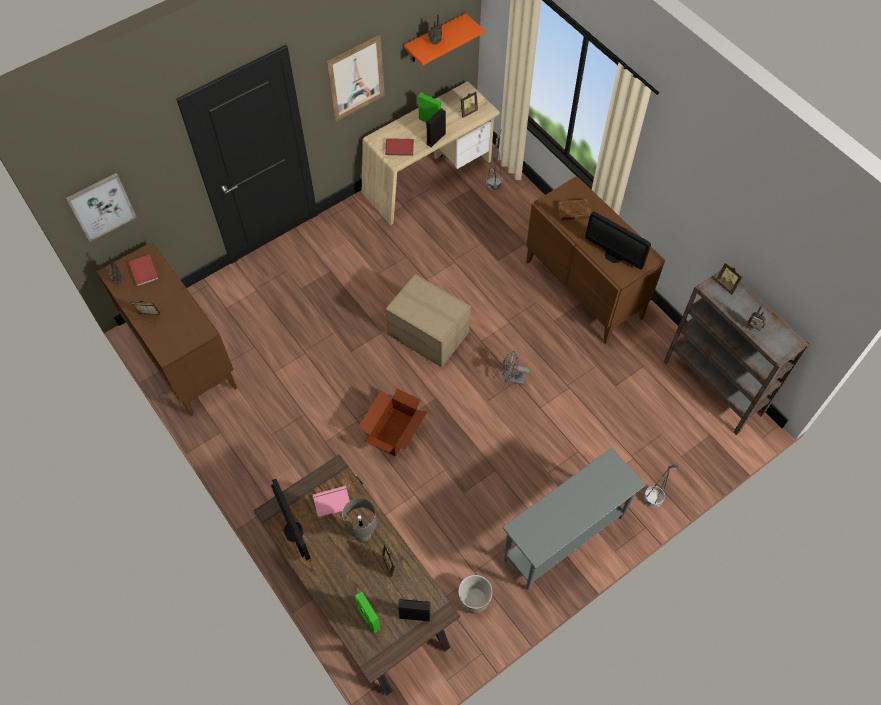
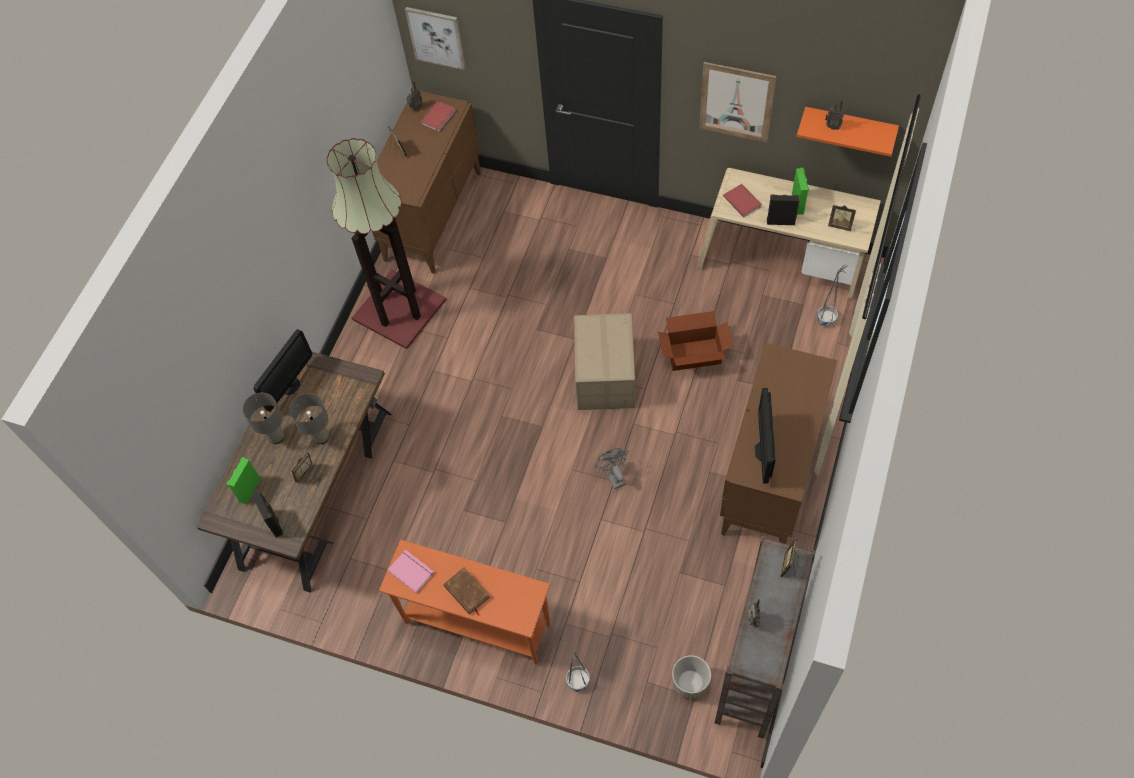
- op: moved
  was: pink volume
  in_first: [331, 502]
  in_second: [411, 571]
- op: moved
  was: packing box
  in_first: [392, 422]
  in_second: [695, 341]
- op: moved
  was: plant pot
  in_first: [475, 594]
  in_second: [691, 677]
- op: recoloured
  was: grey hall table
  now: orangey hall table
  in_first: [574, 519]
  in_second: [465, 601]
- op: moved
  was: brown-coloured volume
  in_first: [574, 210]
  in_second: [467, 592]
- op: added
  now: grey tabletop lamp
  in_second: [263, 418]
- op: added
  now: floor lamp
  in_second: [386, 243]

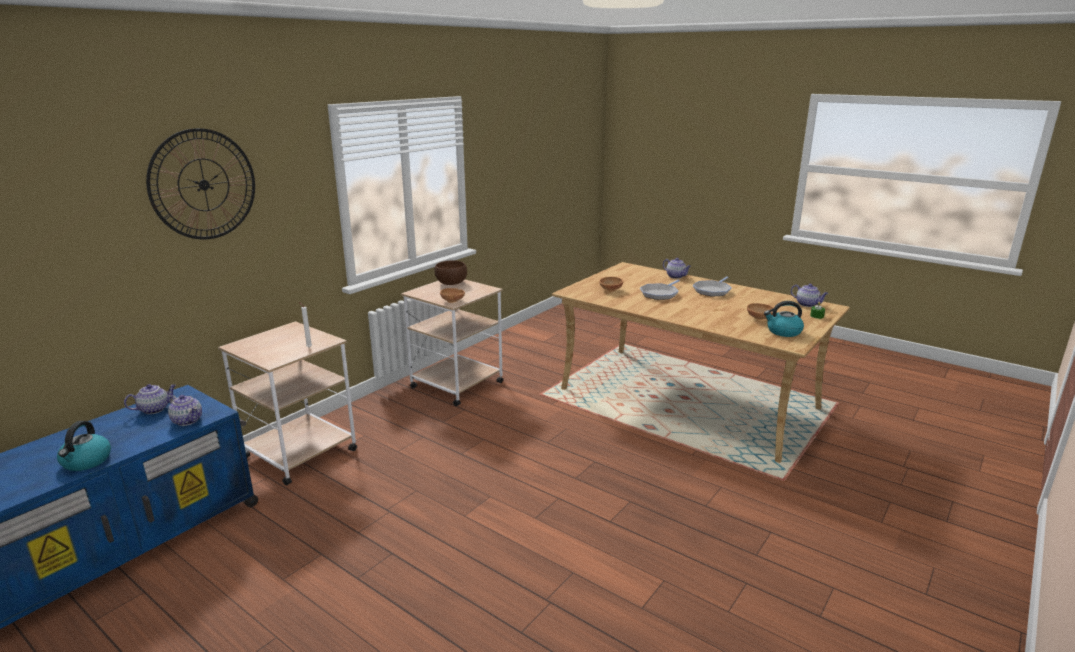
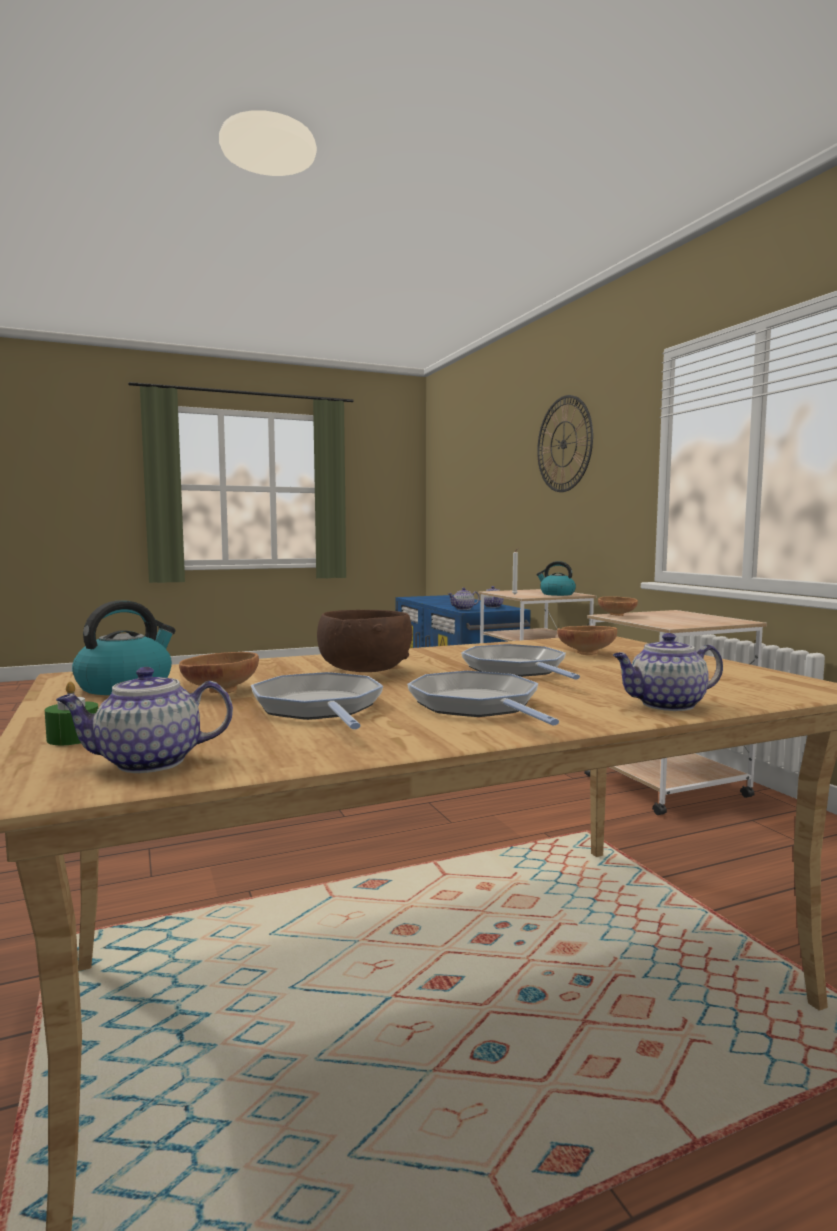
- op: moved
  was: tea kettle
  in_first: [84, 446]
  in_second: [556, 578]
- op: moved
  was: brown-coloured serving bowl
  in_first: [451, 272]
  in_second: [365, 641]
- op: added
  now: pan
  in_second: [317, 700]

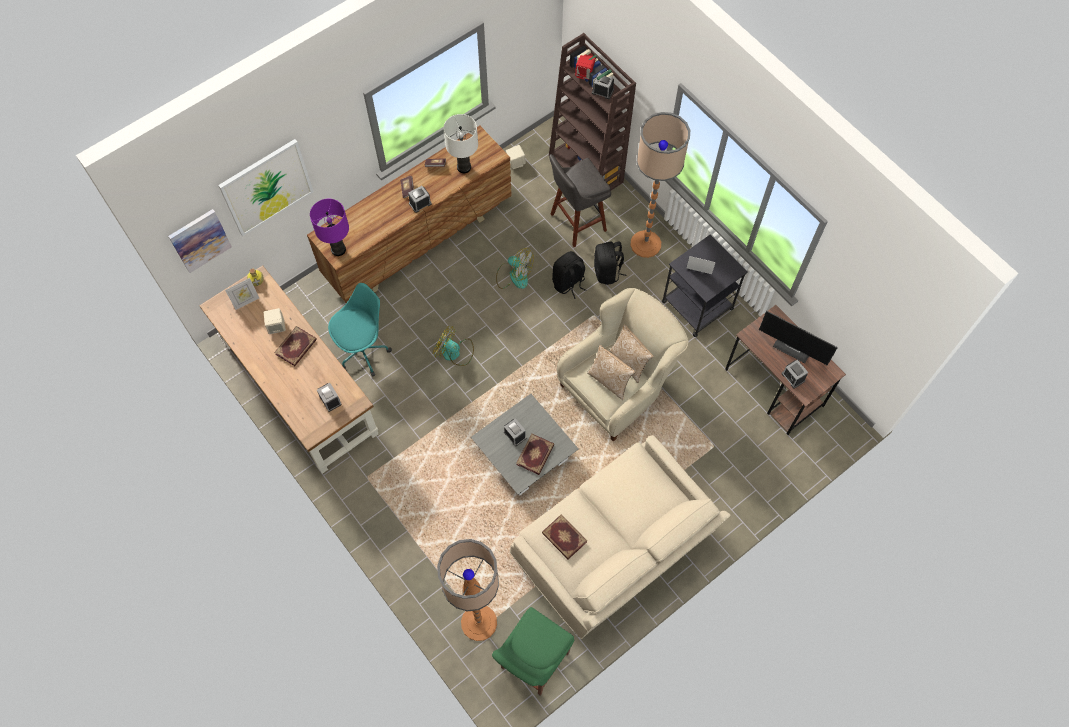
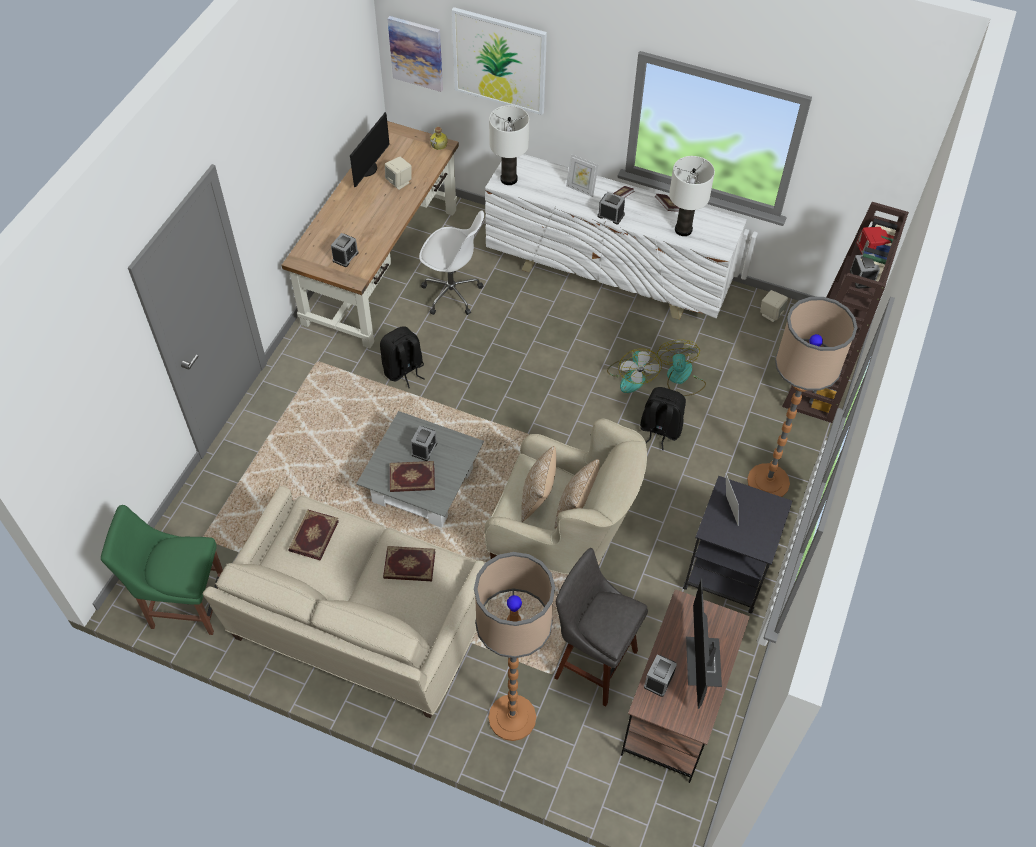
- op: moved
  was: photo frame
  in_first: [242, 294]
  in_second: [582, 175]
- op: moved
  was: volume
  in_first: [295, 346]
  in_second: [409, 563]
- op: recoloured
  was: brown-coloured cupboard
  now: white-coloured cupboard
  in_first: [409, 214]
  in_second: [616, 237]
- op: recoloured
  was: purplish tabletop lamp
  now: white-coloured tabletop lamp
  in_first: [329, 227]
  in_second: [509, 145]
- op: recoloured
  was: blue-green desk chair
  now: white-coloured desk chair
  in_first: [360, 330]
  in_second: [451, 263]
- op: moved
  was: cooling fan
  in_first: [453, 346]
  in_second: [681, 368]
- op: moved
  was: floor lamp
  in_first: [468, 590]
  in_second: [514, 646]
- op: moved
  was: grey stool
  in_first: [580, 200]
  in_second: [601, 627]
- op: moved
  was: blackish backpack
  in_first: [610, 263]
  in_second: [402, 357]
- op: added
  now: monitor
  in_second: [370, 149]

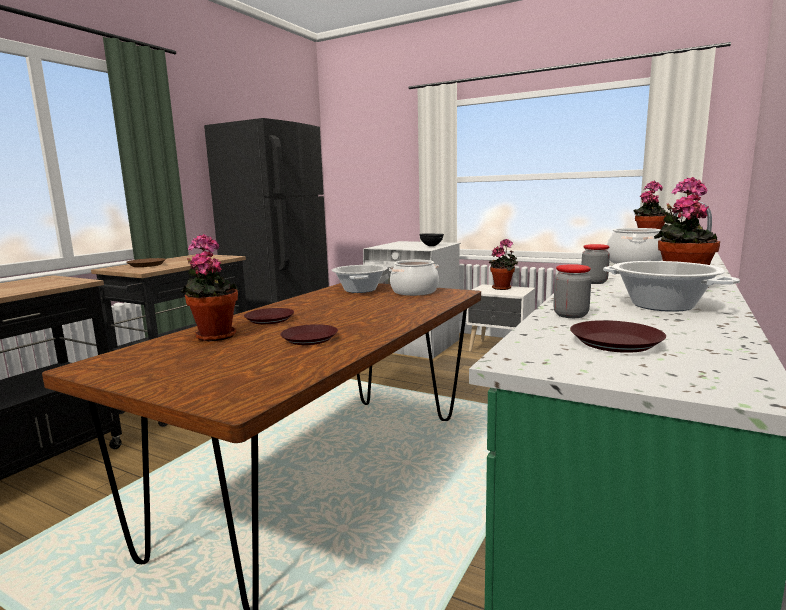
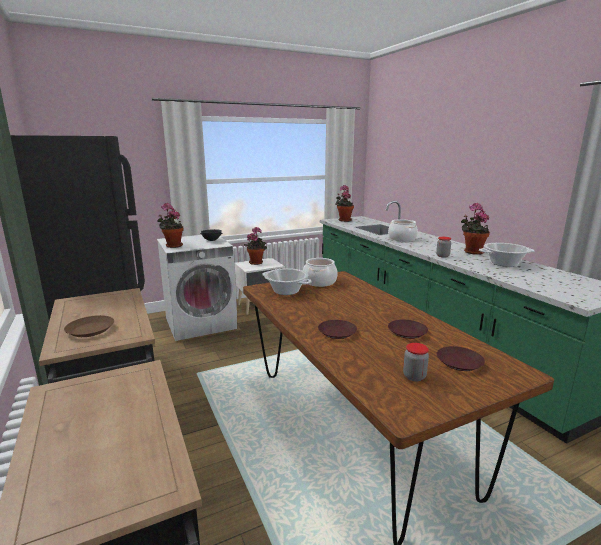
- op: moved
  was: potted plant
  in_first: [209, 287]
  in_second: [170, 225]
- op: moved
  was: jar
  in_first: [572, 291]
  in_second: [416, 362]
- op: moved
  was: brown-coloured plate
  in_first: [618, 336]
  in_second: [461, 358]

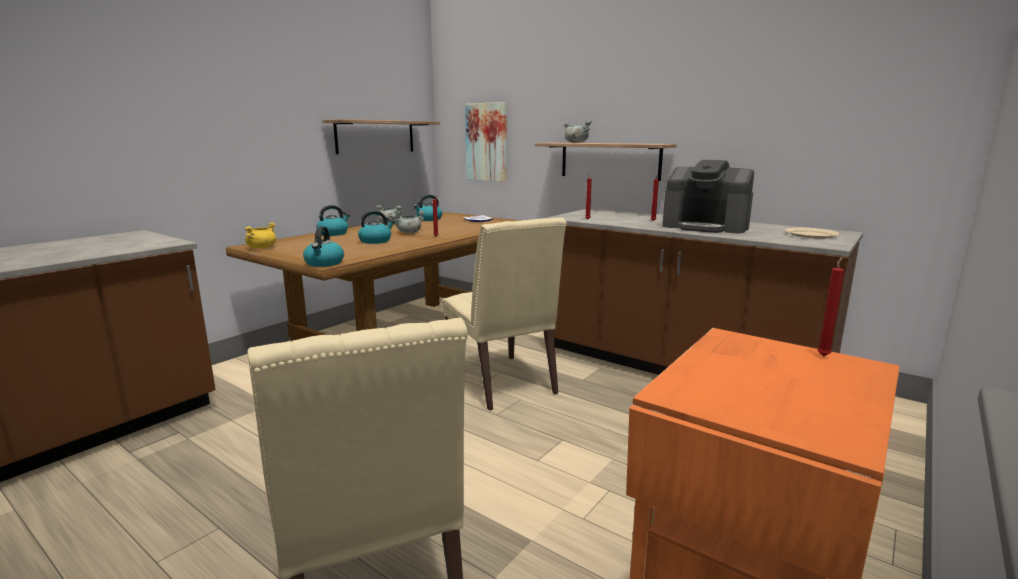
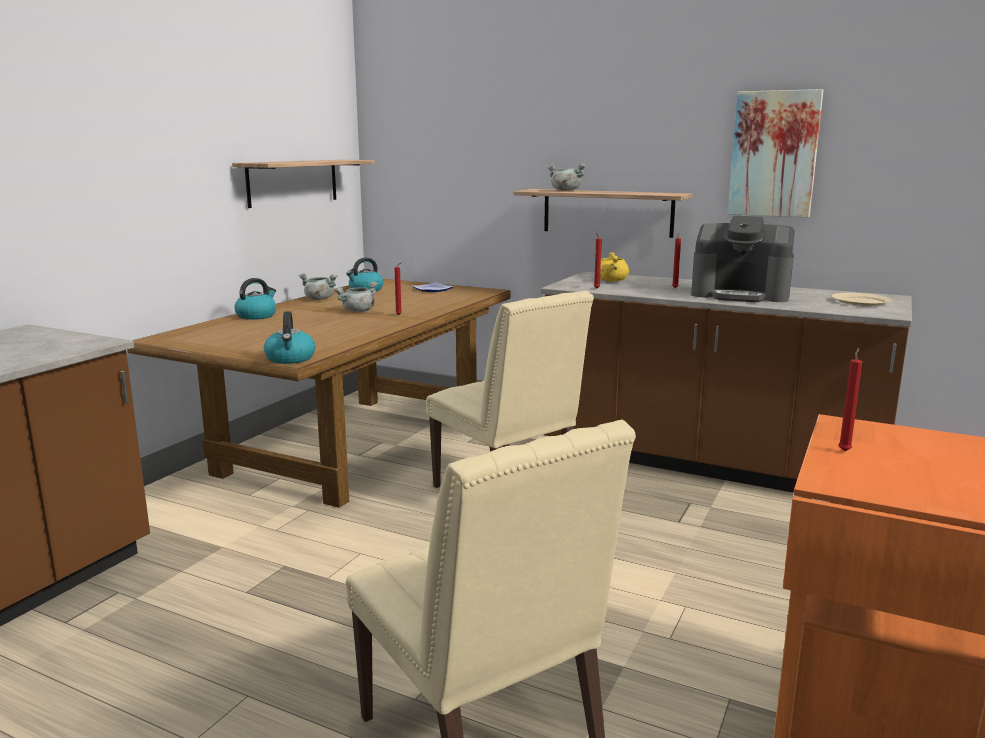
- op: moved
  was: yellow cooking pot
  in_first: [260, 235]
  in_second: [614, 267]
- op: removed
  was: tea kettle
  in_first: [376, 227]
- op: moved
  was: picture
  in_first: [486, 142]
  in_second: [776, 153]
- op: moved
  was: reddish wax candle
  in_first: [830, 307]
  in_second: [850, 400]

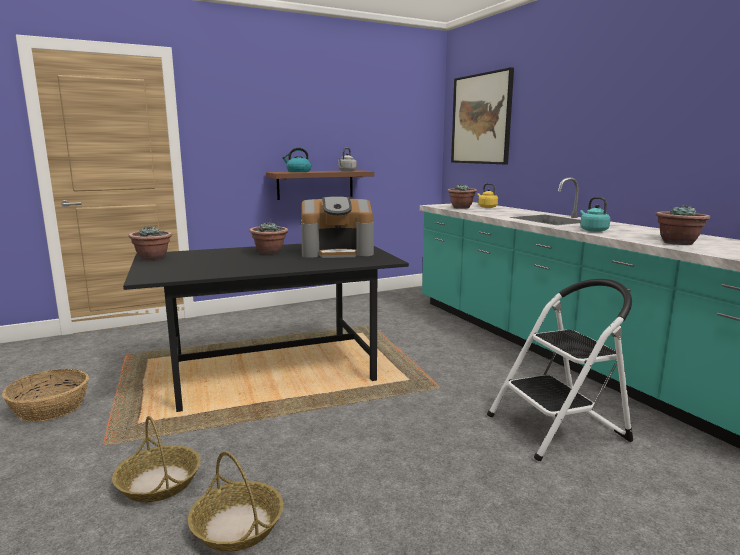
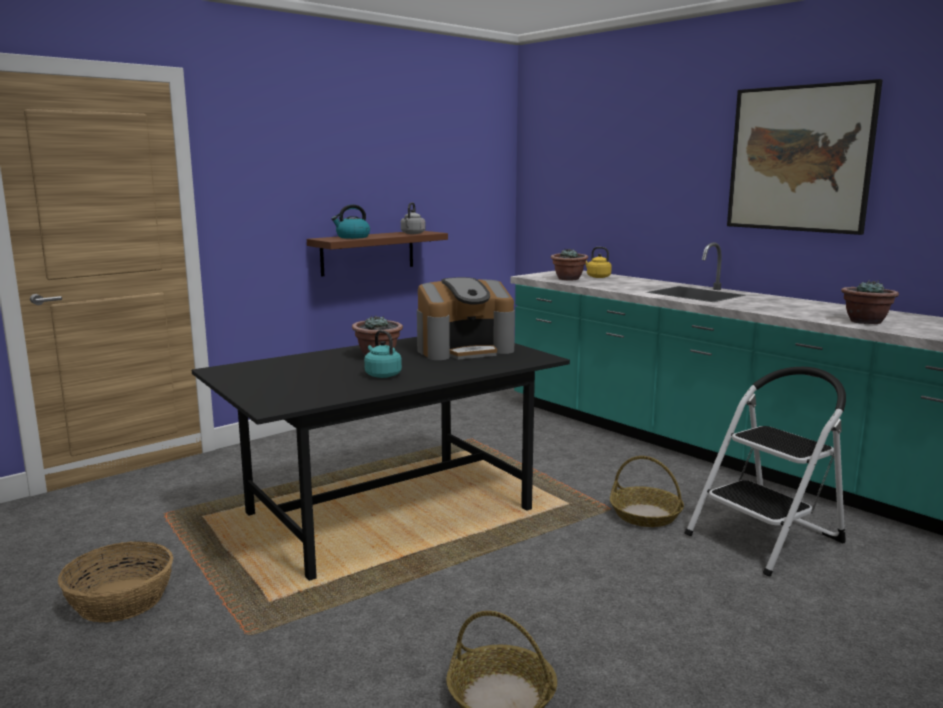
- op: moved
  was: basket
  in_first: [156, 459]
  in_second: [647, 491]
- op: removed
  was: potted plant
  in_first: [150, 243]
- op: moved
  was: picture
  in_first: [482, 115]
  in_second: [805, 157]
- op: moved
  was: blue-green tea kettle
  in_first: [595, 214]
  in_second: [383, 354]

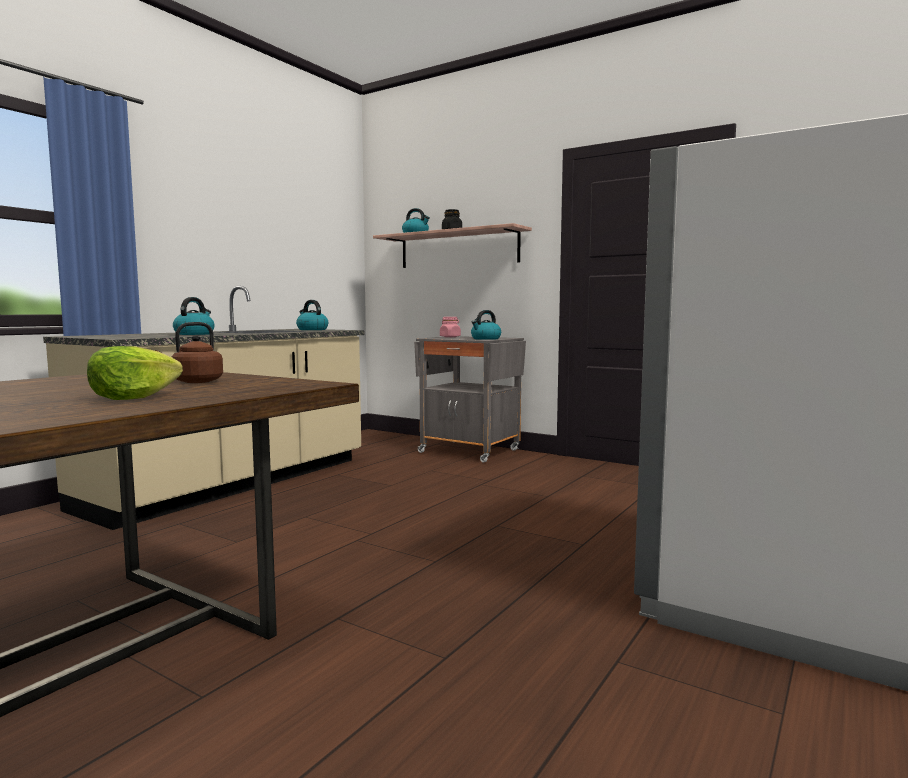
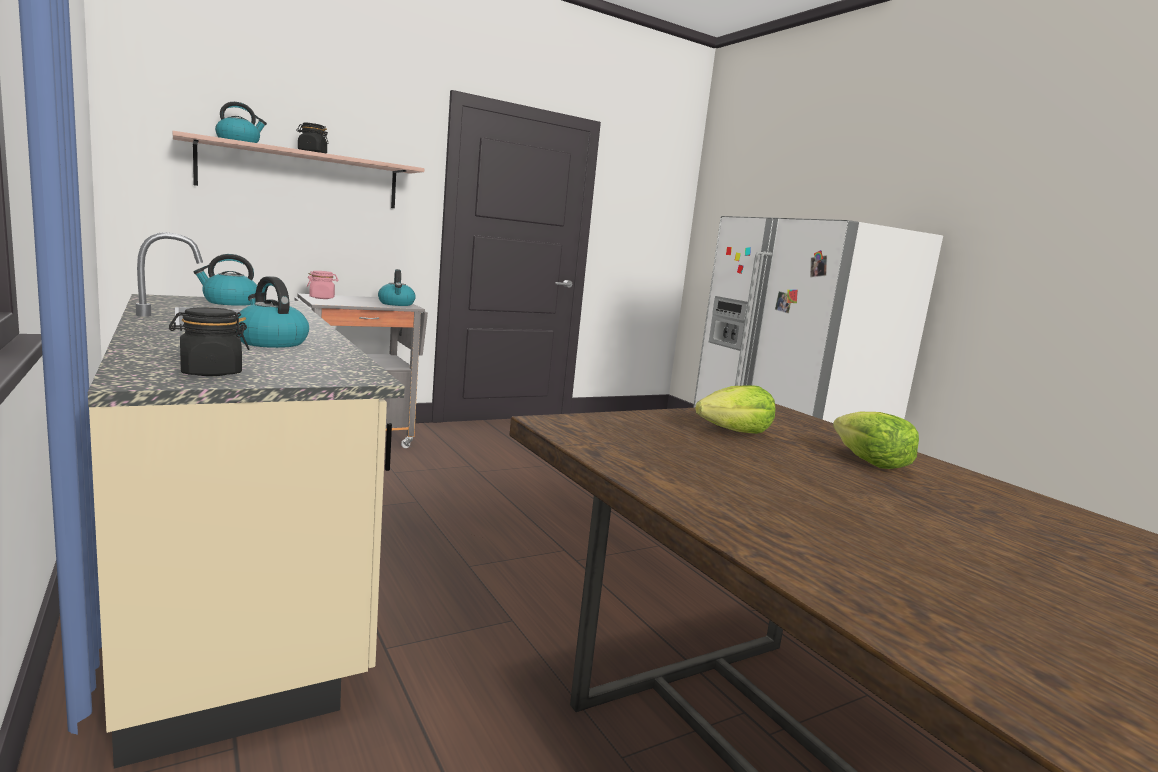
- op: replaced
  was: brown-coloured tea kettle
  now: lettuce head
  in_first: [189, 352]
  in_second: [735, 409]
- op: added
  now: blackish jar
  in_second: [209, 341]

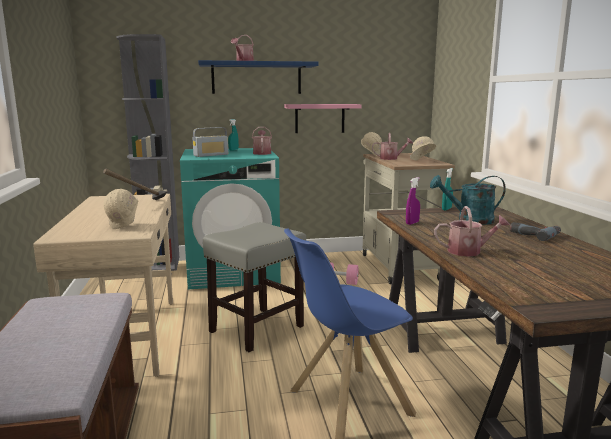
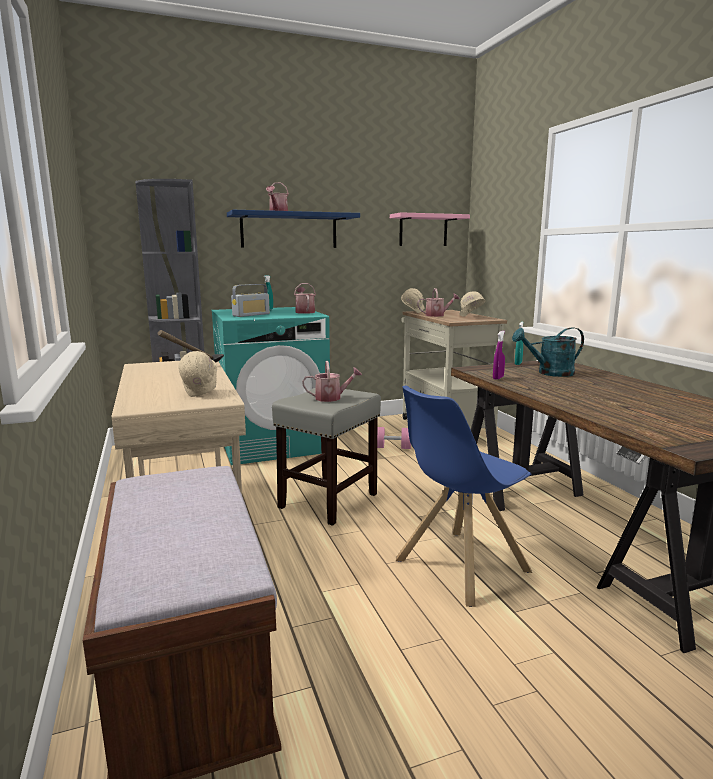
- op: moved
  was: pink shelf
  in_first: [323, 118]
  in_second: [430, 229]
- op: moved
  was: sprinkling can
  in_first: [472, 231]
  in_second: [332, 381]
- op: removed
  was: electric drill
  in_first: [535, 231]

